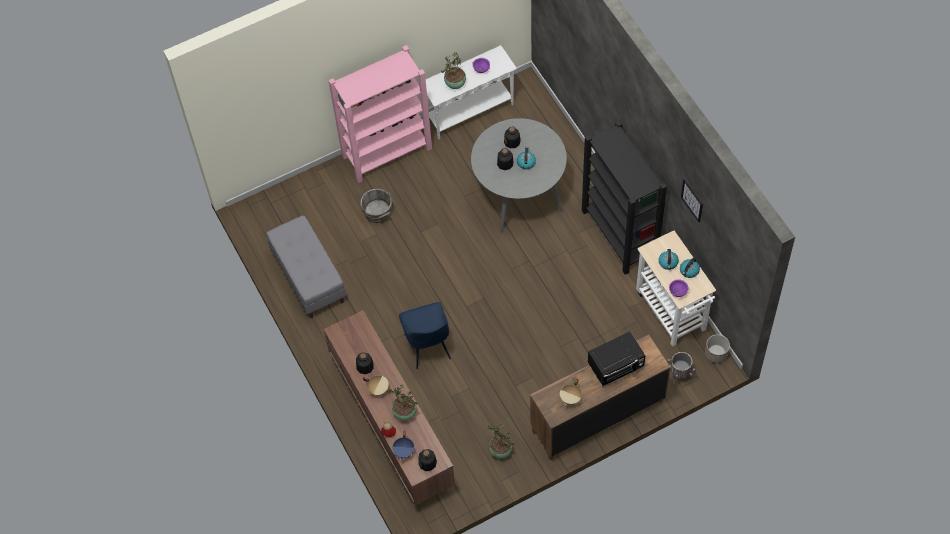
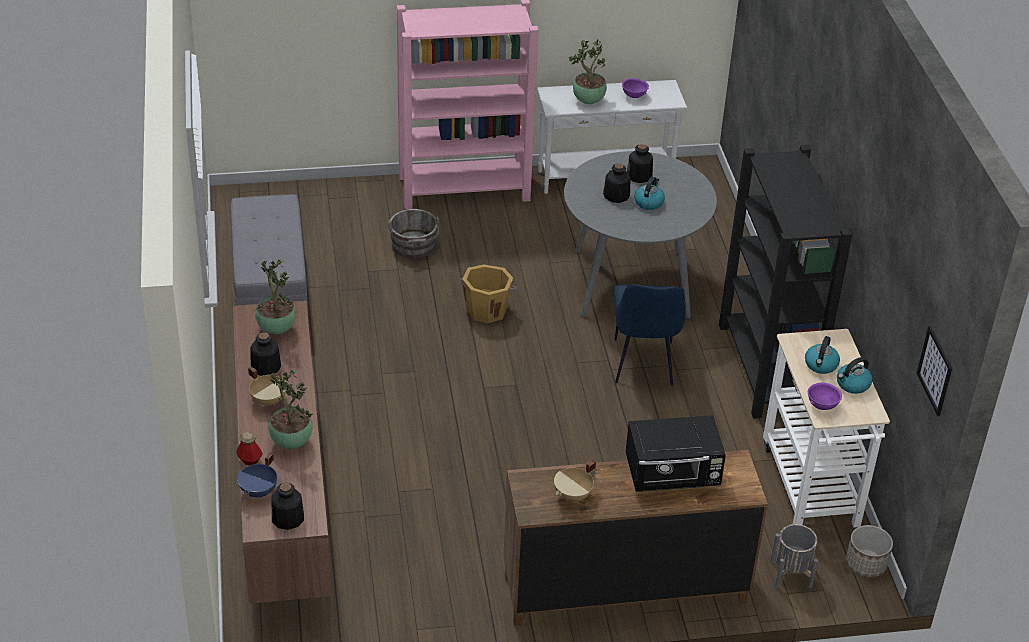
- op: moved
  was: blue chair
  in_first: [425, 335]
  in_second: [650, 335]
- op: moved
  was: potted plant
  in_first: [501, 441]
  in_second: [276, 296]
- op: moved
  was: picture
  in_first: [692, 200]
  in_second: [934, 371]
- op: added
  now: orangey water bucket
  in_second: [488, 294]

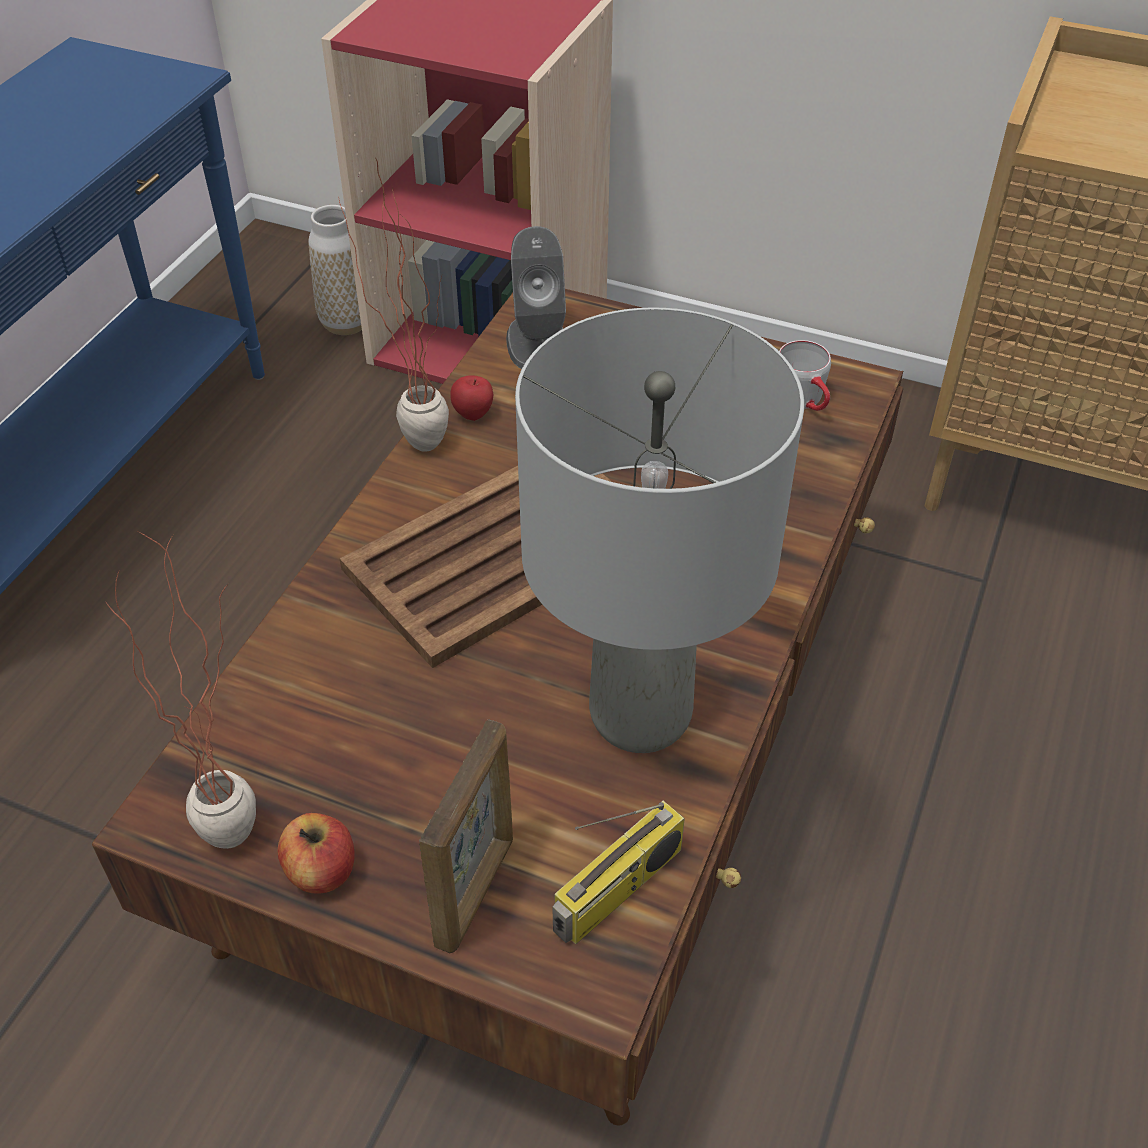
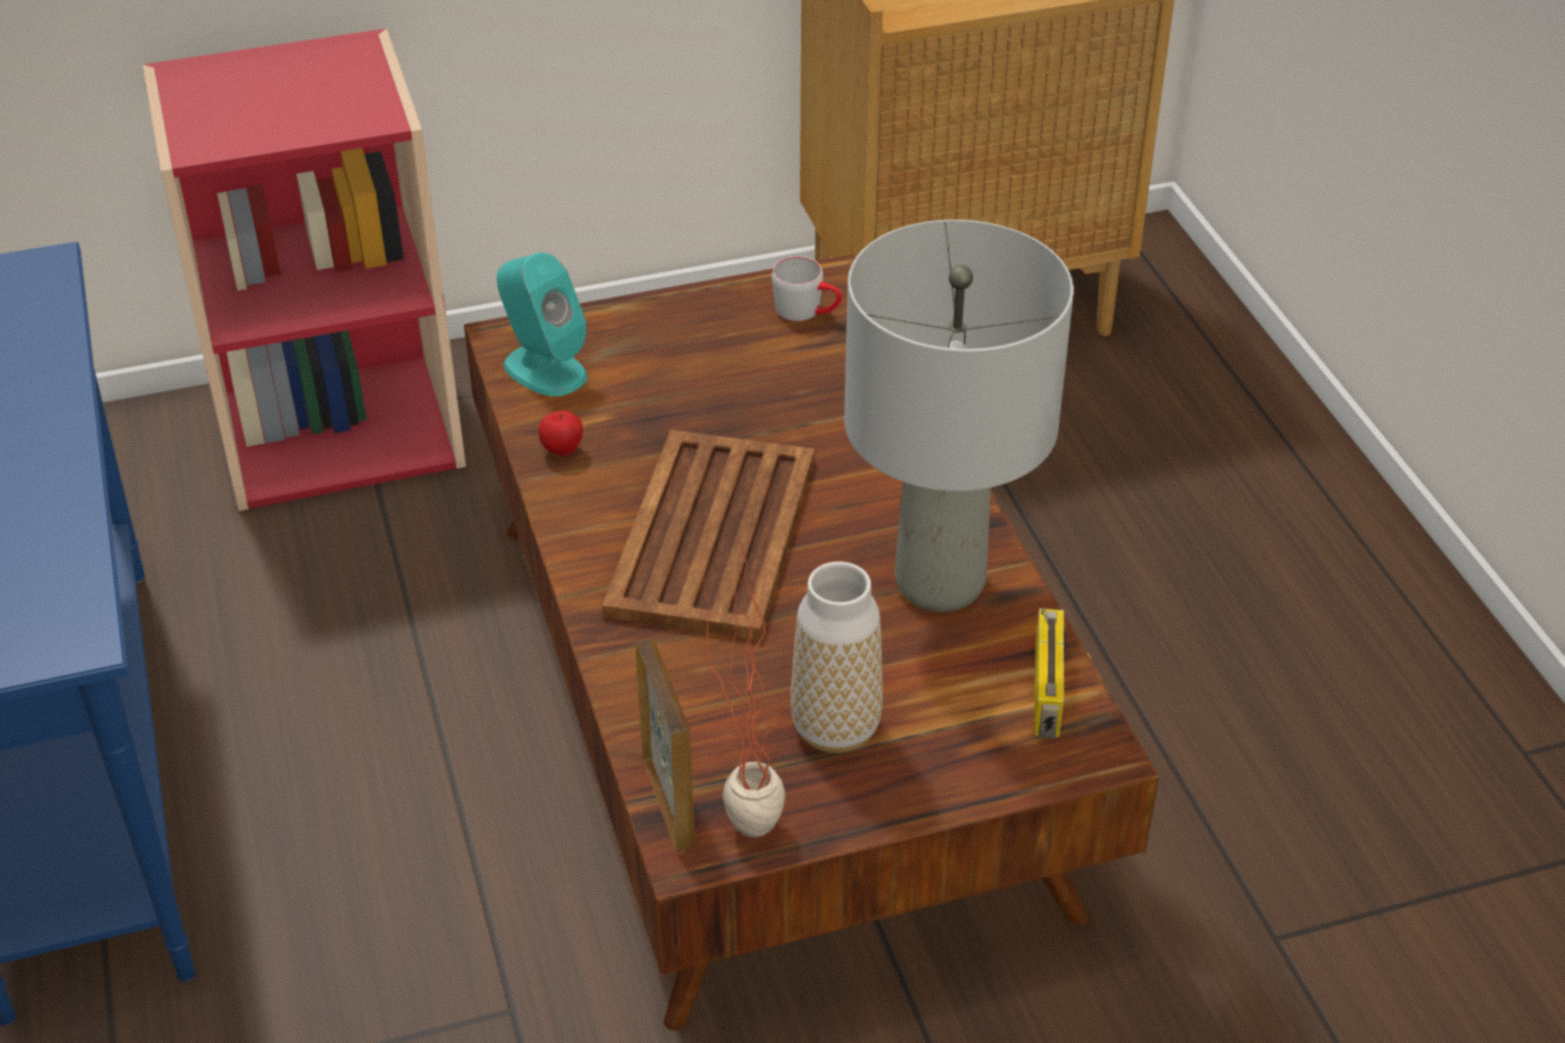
- op: removed
  was: apple fruit
  in_first: [316, 853]
- op: moved
  was: vase
  in_first: [335, 270]
  in_second: [837, 657]
- op: removed
  was: potted plant
  in_first: [393, 305]
- op: moved
  was: photo frame
  in_first: [466, 836]
  in_second: [665, 745]
- op: recoloured
  was: grey speaker
  now: blue-green speaker
  in_first: [536, 297]
  in_second: [542, 324]

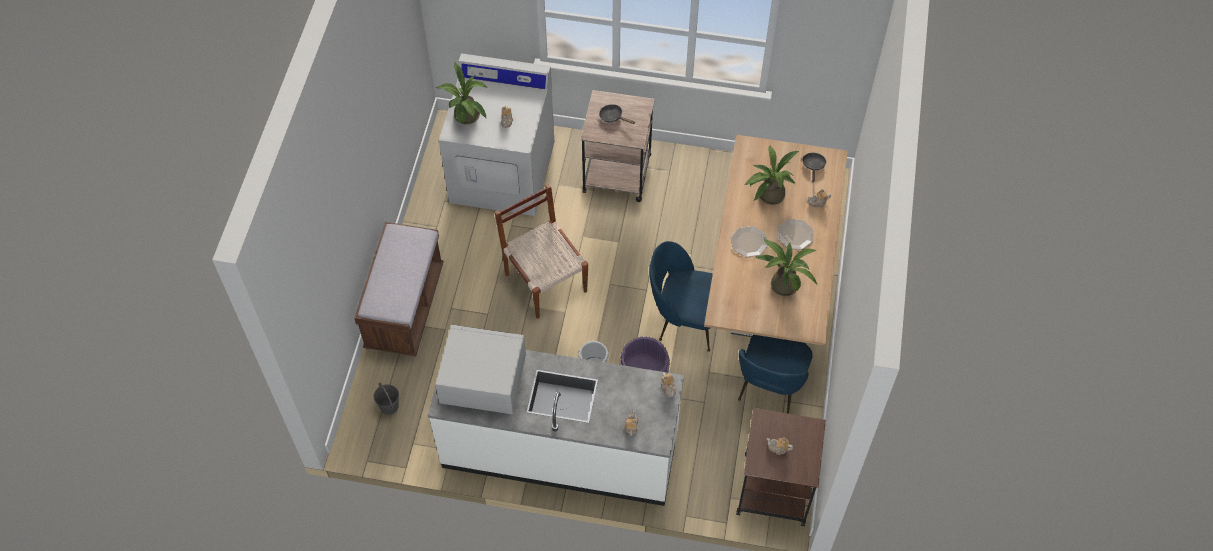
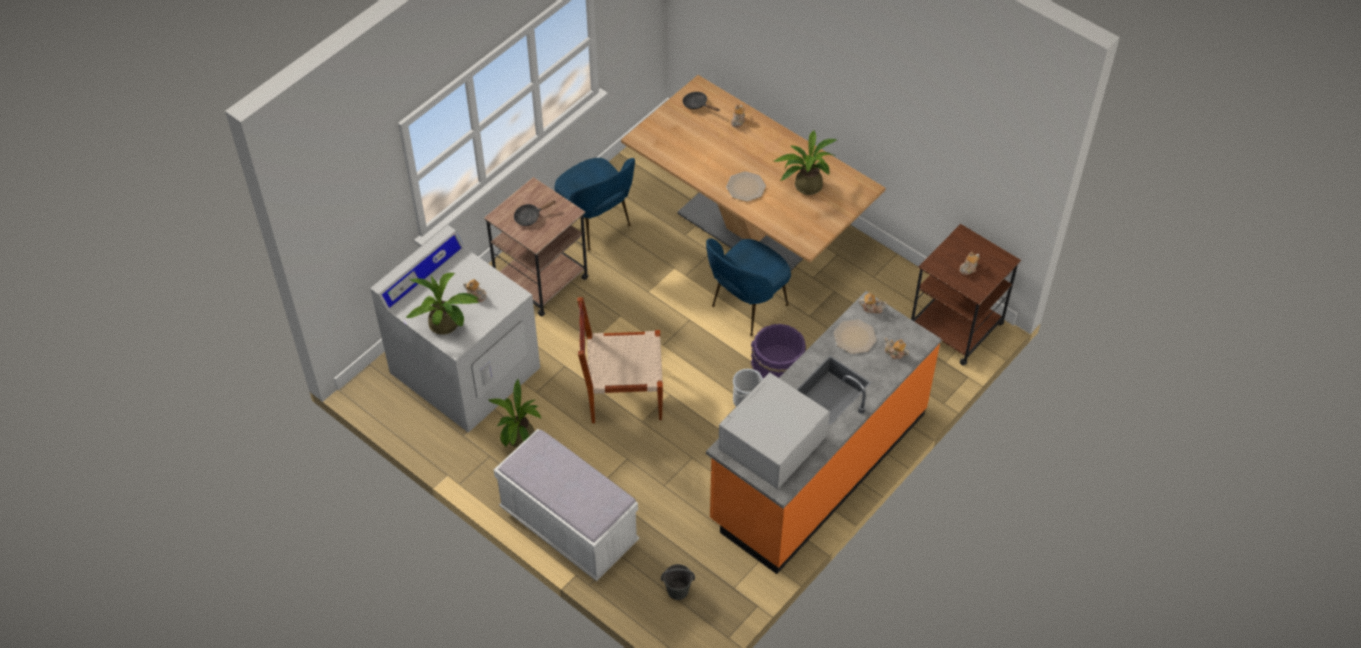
- op: recoloured
  was: brown-coloured long seat
  now: white-coloured long seat
  in_first: [399, 289]
  in_second: [566, 505]
- op: recoloured
  was: white-coloured kitchen counter
  now: orangey kitchen counter
  in_first: [555, 428]
  in_second: [824, 432]
- op: moved
  was: blue chair
  in_first: [775, 374]
  in_second: [595, 204]
- op: moved
  was: potted plant
  in_first: [771, 175]
  in_second: [514, 413]
- op: moved
  was: plate
  in_first: [795, 234]
  in_second: [855, 336]

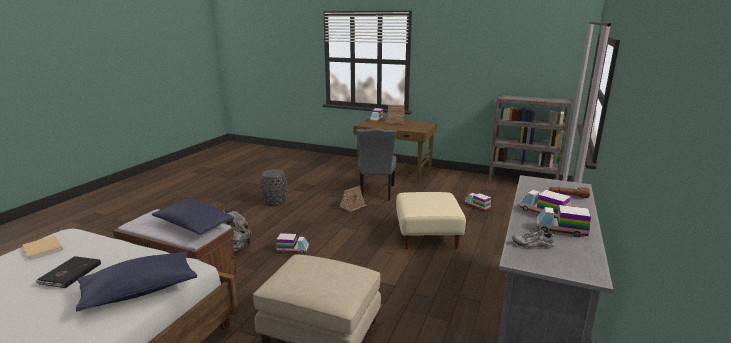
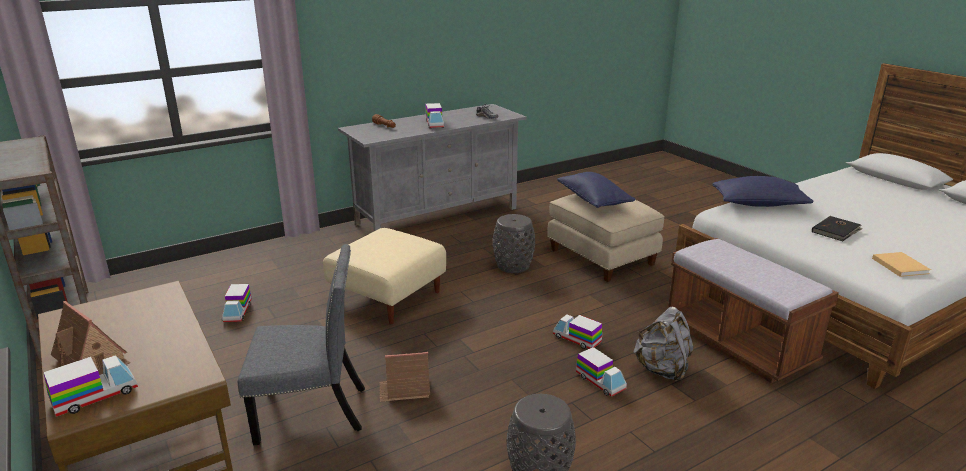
- op: moved
  was: blue pillow
  in_first: [193, 217]
  in_second: [596, 190]
- op: turned
  was: grey chair
  in_first: [376, 164]
  in_second: [301, 344]
  clockwise: 45
- op: moved
  was: model truck
  in_first: [564, 221]
  in_second: [601, 372]
- op: added
  now: grey stool
  in_second: [514, 243]

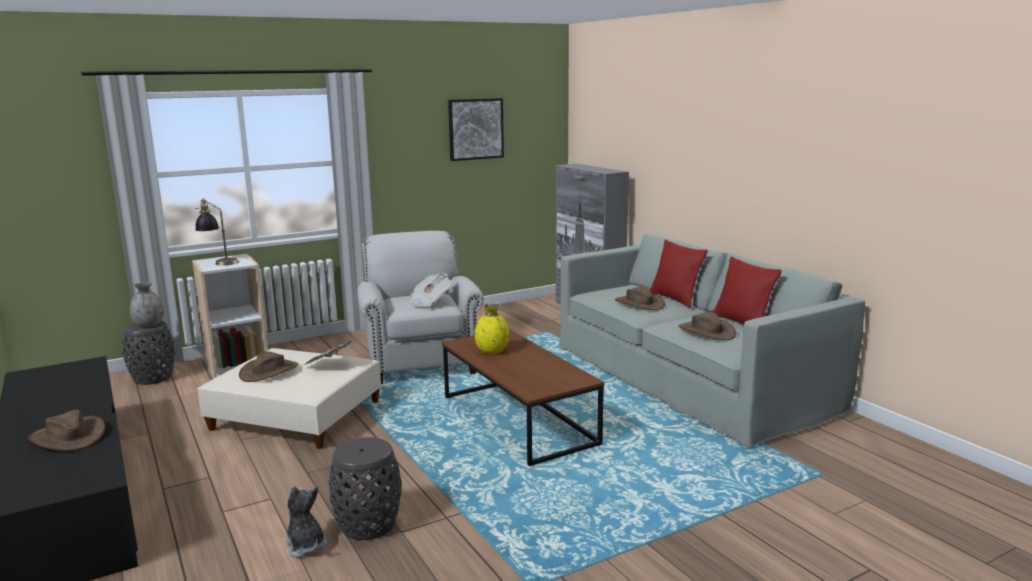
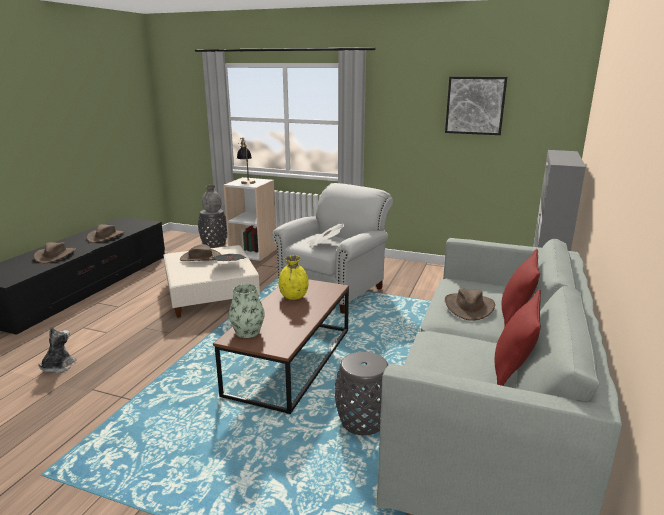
- op: moved
  was: grey stool
  in_first: [365, 488]
  in_second: [361, 394]
- op: moved
  was: brown-coloured clothing hat
  in_first: [707, 326]
  in_second: [105, 233]
- op: added
  now: vase
  in_second: [247, 311]

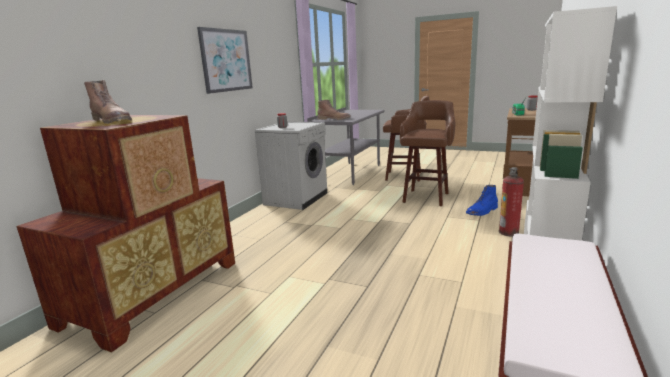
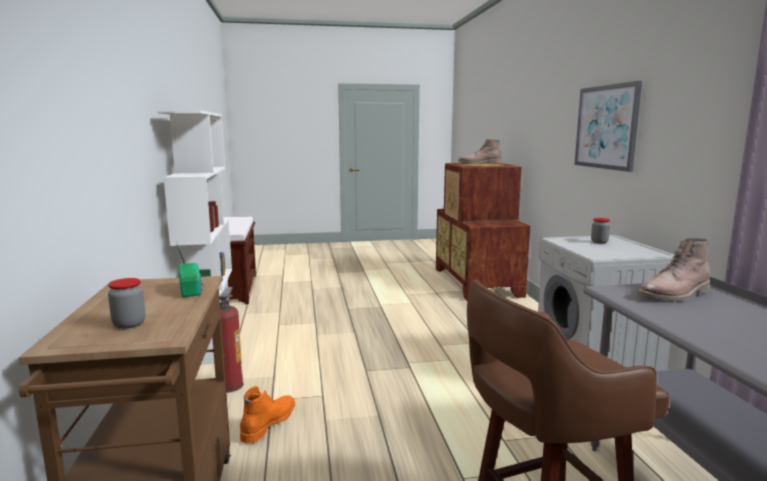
- op: removed
  was: brown-coloured stool
  in_first: [428, 153]
- op: recoloured
  was: blue boot
  now: orangey boot
  in_first: [482, 200]
  in_second: [267, 415]

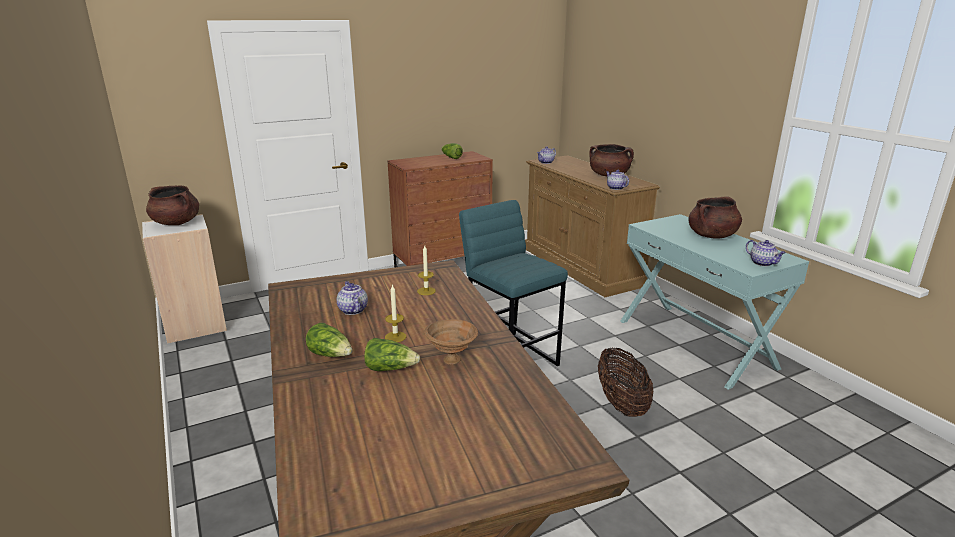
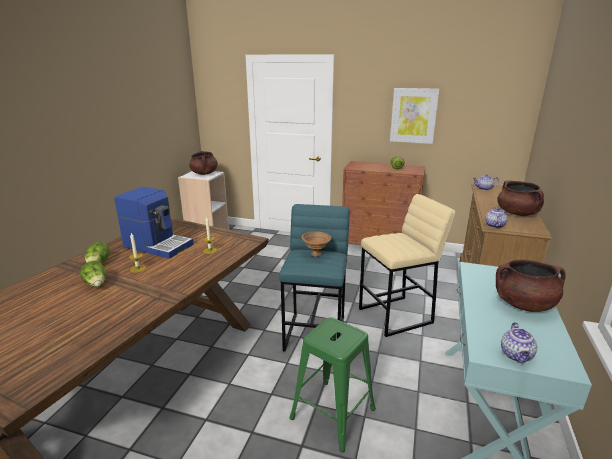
- op: replaced
  was: teapot
  now: coffee machine
  in_first: [352, 298]
  in_second: [154, 223]
- op: moved
  was: brown-coloured serving bowl
  in_first: [451, 342]
  in_second: [316, 243]
- op: replaced
  was: basket
  now: green stool
  in_first: [625, 382]
  in_second: [333, 384]
- op: added
  now: sand-coloured stool
  in_second: [407, 265]
- op: added
  now: picture
  in_second: [414, 116]

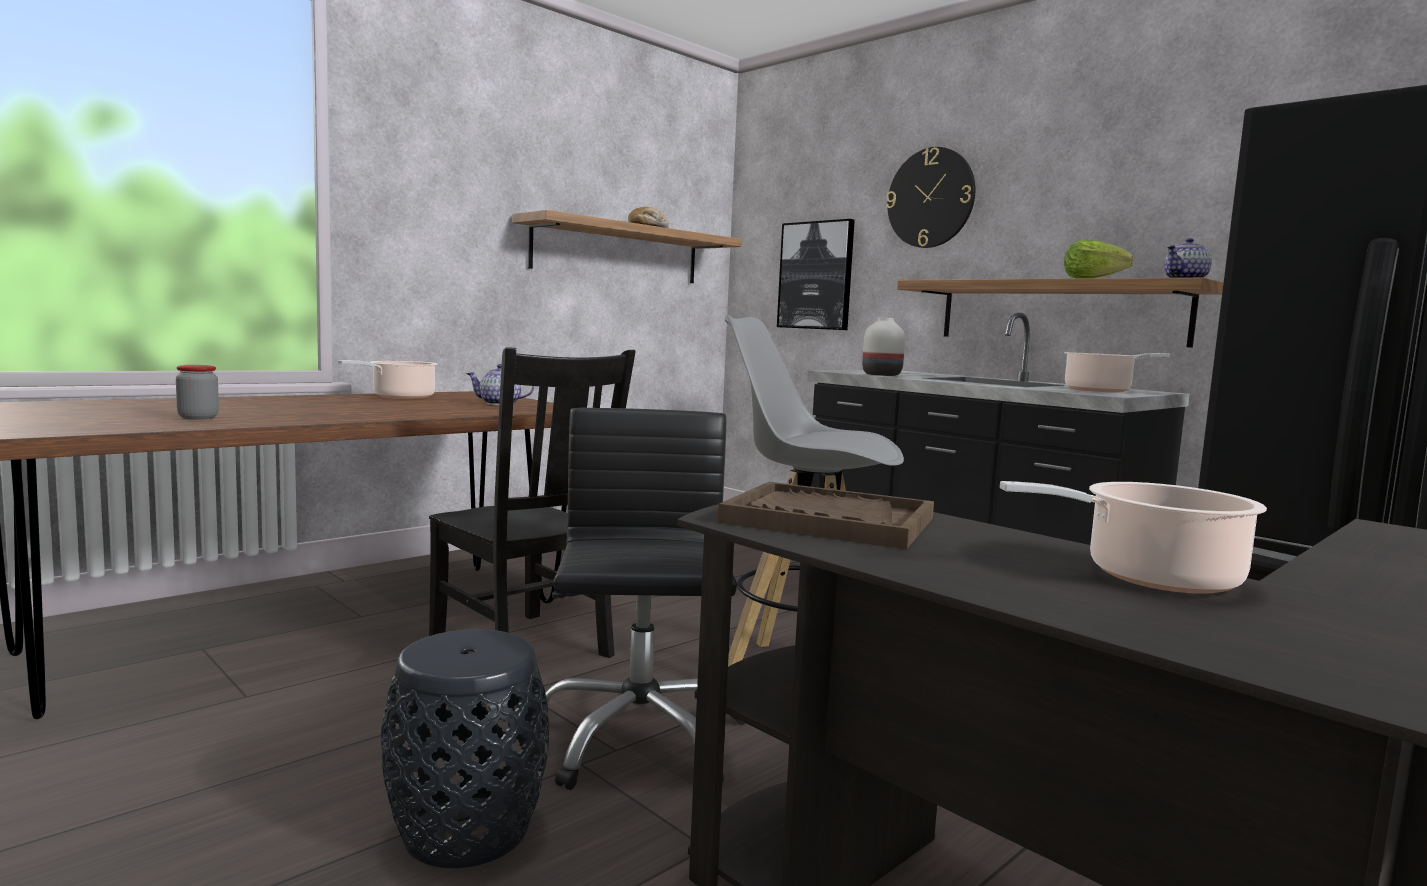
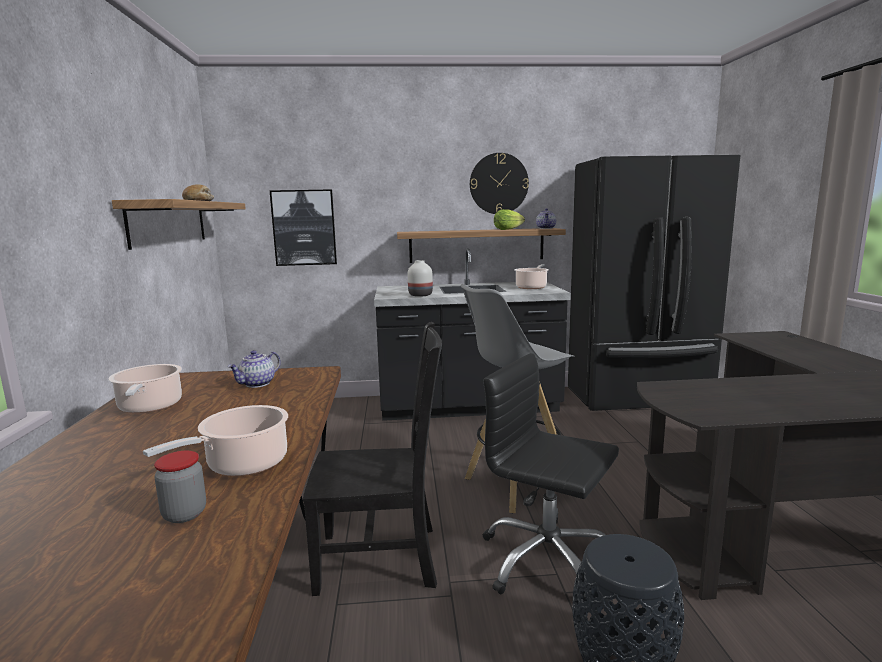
- op: removed
  was: brown-coloured carrying tray
  in_first: [826, 515]
- op: moved
  was: wall clock
  in_first: [930, 197]
  in_second: [499, 183]
- op: moved
  was: cooking pot
  in_first: [1133, 537]
  in_second: [215, 440]

